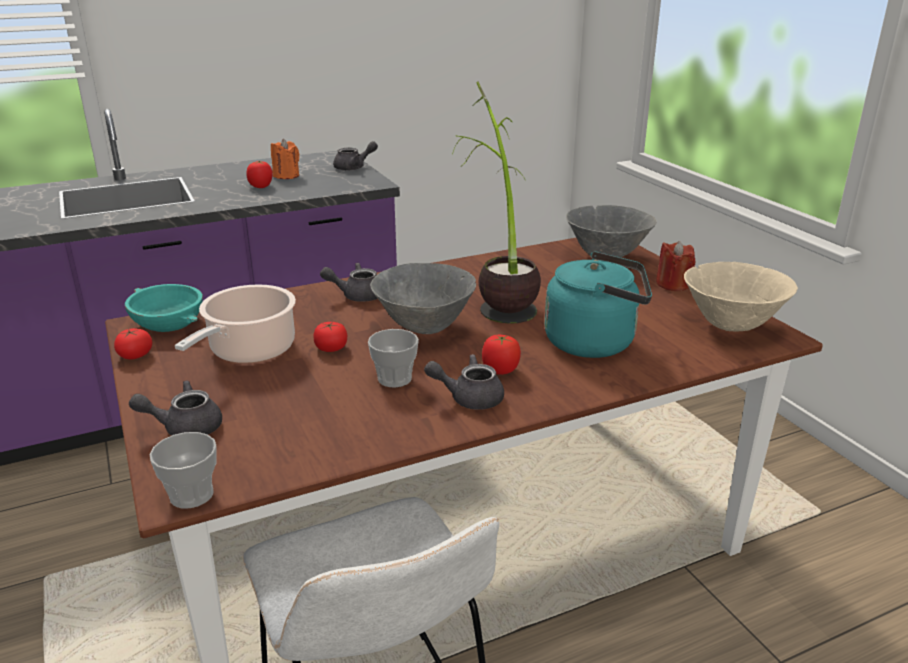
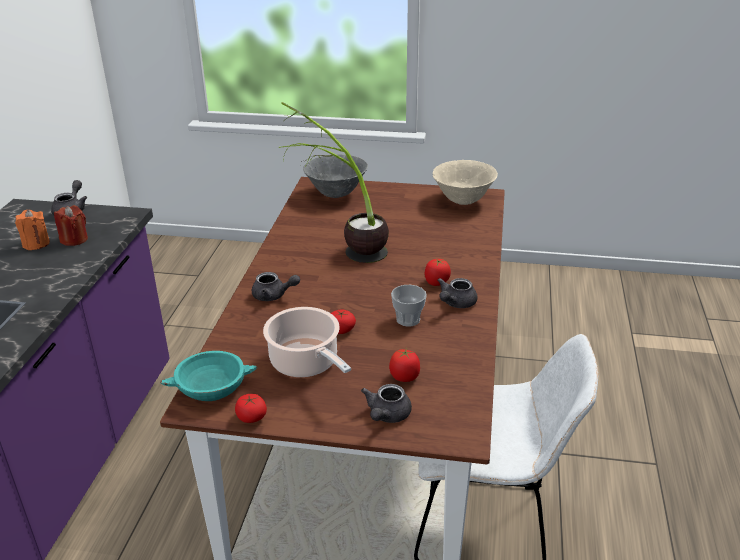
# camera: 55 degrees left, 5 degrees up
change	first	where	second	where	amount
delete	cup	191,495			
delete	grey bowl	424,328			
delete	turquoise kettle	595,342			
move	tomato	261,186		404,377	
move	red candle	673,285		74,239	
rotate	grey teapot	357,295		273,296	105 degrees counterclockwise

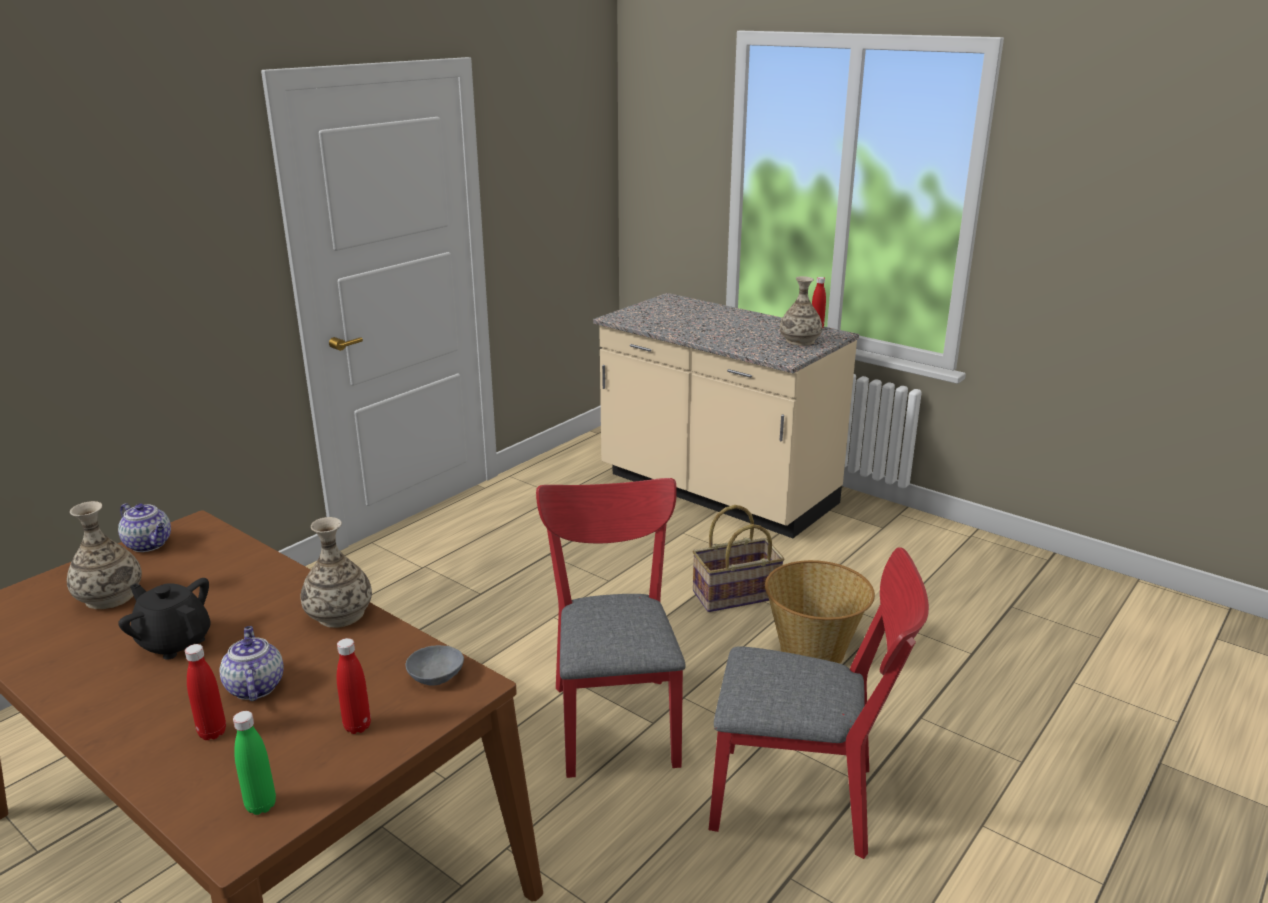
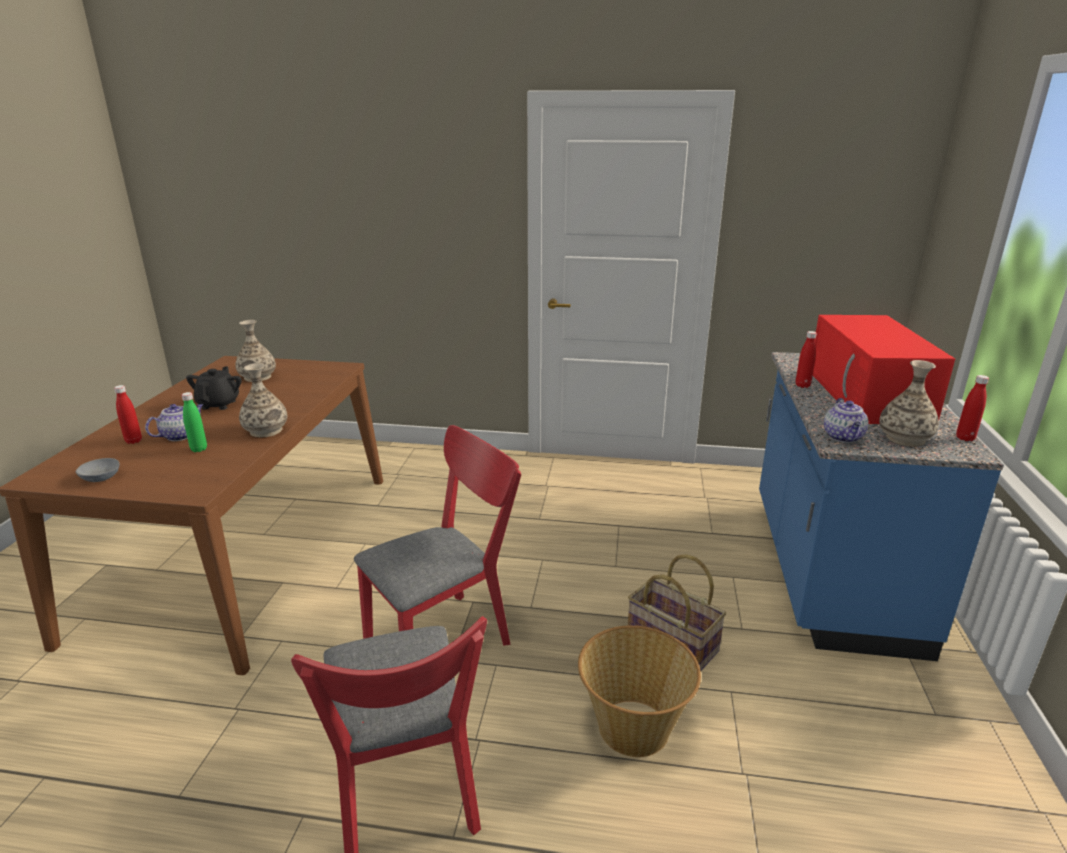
# camera: 60 degrees right, 0 degrees up
change	first	where	second	where	amount
insert			red microwave	869,396	
move	teapot	149,544		843,437	
move	green bottle	261,805		199,449	
move	red bottle	357,726		802,385	
move	grey bowl	437,674		102,477	
recolor	beige counter	716,491	blue counter	829,571	

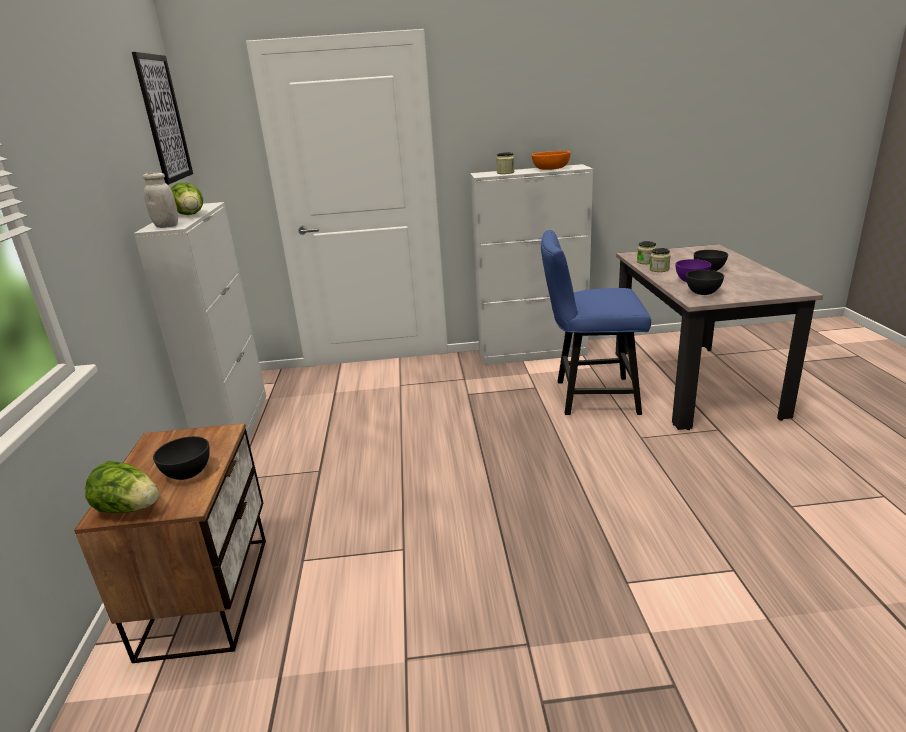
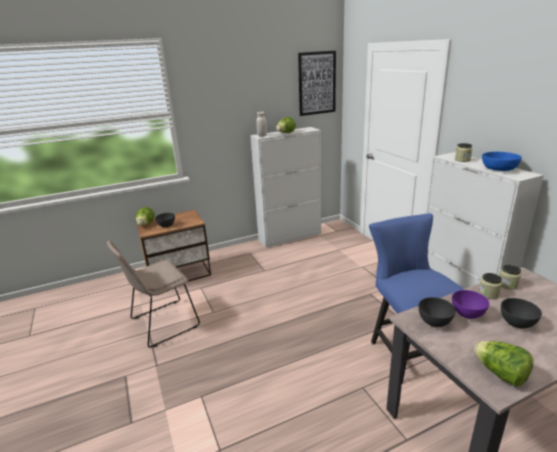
# camera: 70 degrees right, 0 degrees up
change	first	where	second	where	amount
insert			beige chair	162,324	
insert			lettuce	500,374	
recolor	orange bowl	550,168	blue bowl	499,168	

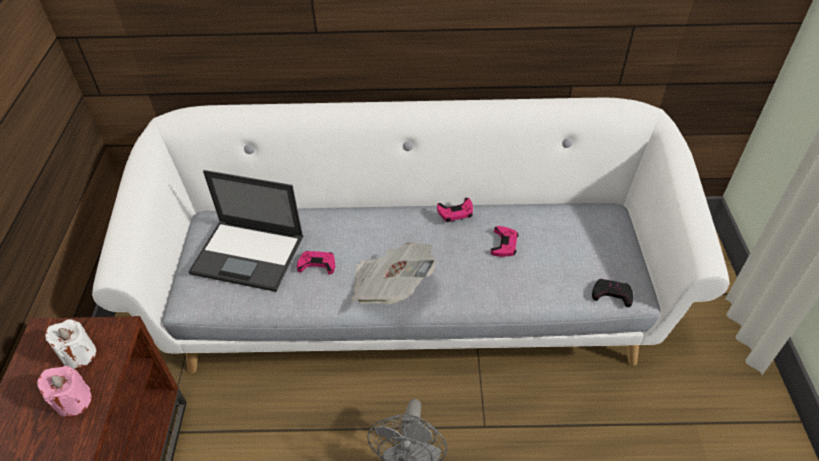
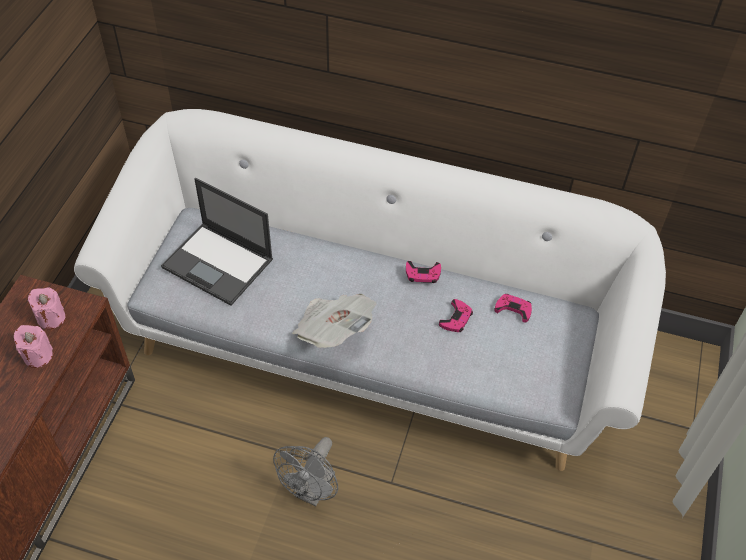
# camera: 15 degrees right, 5 degrees up
change	first	where	second	where	amount
delete	black game controller	612,294			
move	pink game controller	317,264		513,309	
recolor	white candle	79,355	pink candle	51,318	

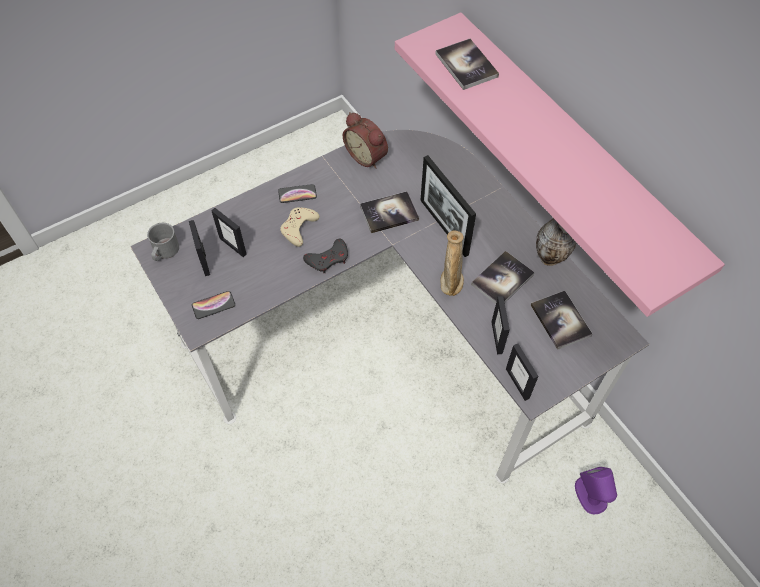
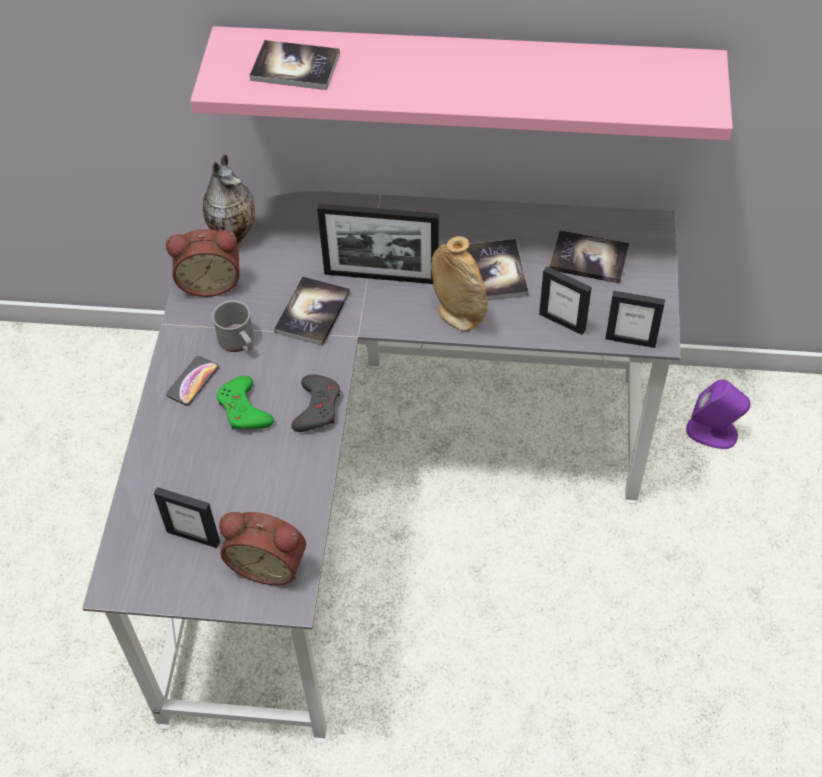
# camera: 50 degrees left, 5 degrees down
change	first	where	second	where	amount
delete	picture frame	233,246			
move	grey mug	164,252		239,342	
move	vase	551,257		234,235	
replace	phone	213,305	alarm clock	269,563	
recolor	beige game controller	299,228	green game controller	244,409	

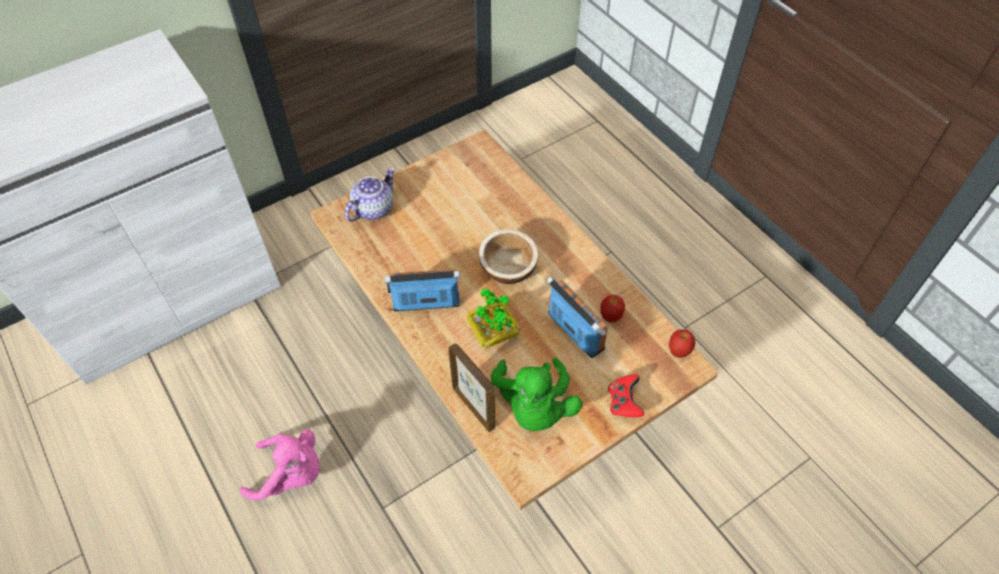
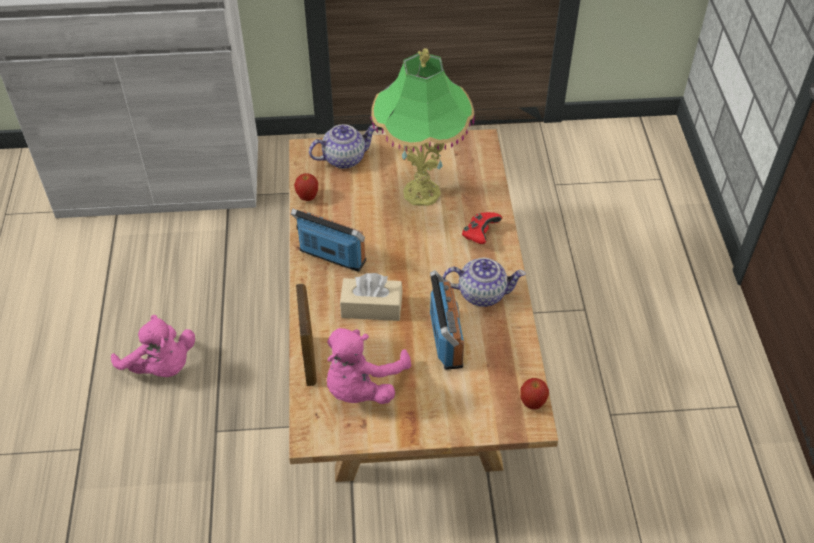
# camera: 30 degrees right, 5 degrees down
change	first	where	second	where	amount
delete	bowl	508,268			
insert			table lamp	421,193	
insert			teapot	482,293	
move	apple	610,317		307,197	
move	red game controller	624,402		480,234	
replace	potted plant	493,333	beige tissue box	371,307	
recolor	green plush toy	534,407	pink plush toy	361,385	

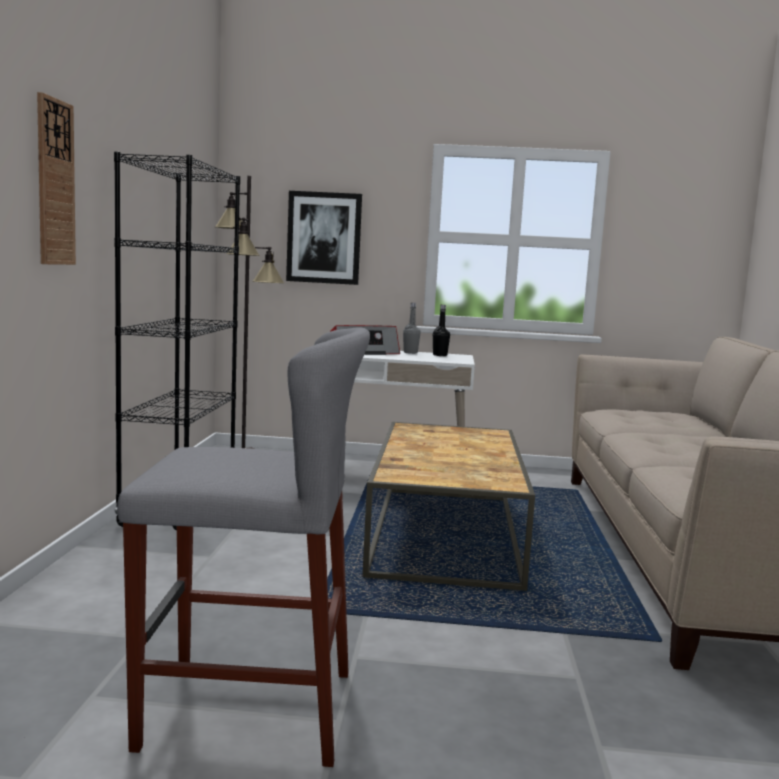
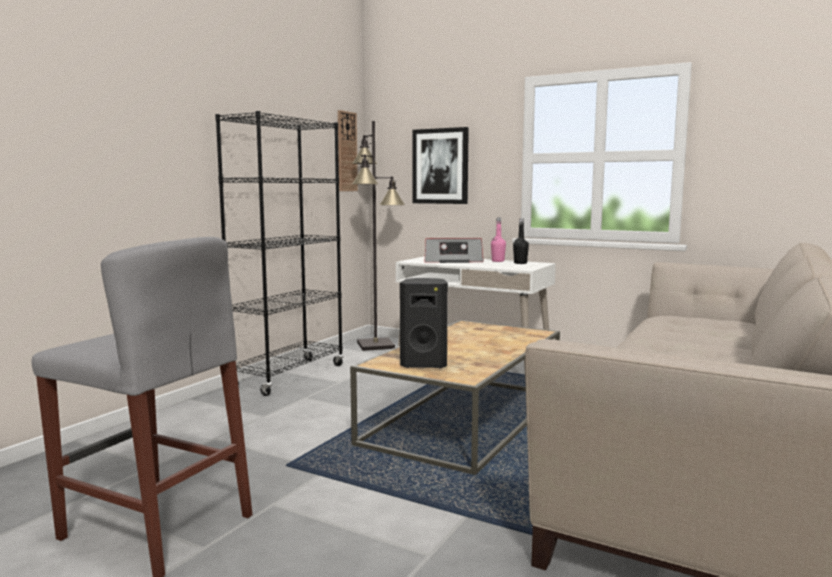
# camera: 25 degrees right, 0 degrees up
change	first	where	second	where	amount
insert			black speaker	424,364	
move	wall clock	55,183		346,151	
recolor	grey bottle	410,352	pink bottle	498,261	

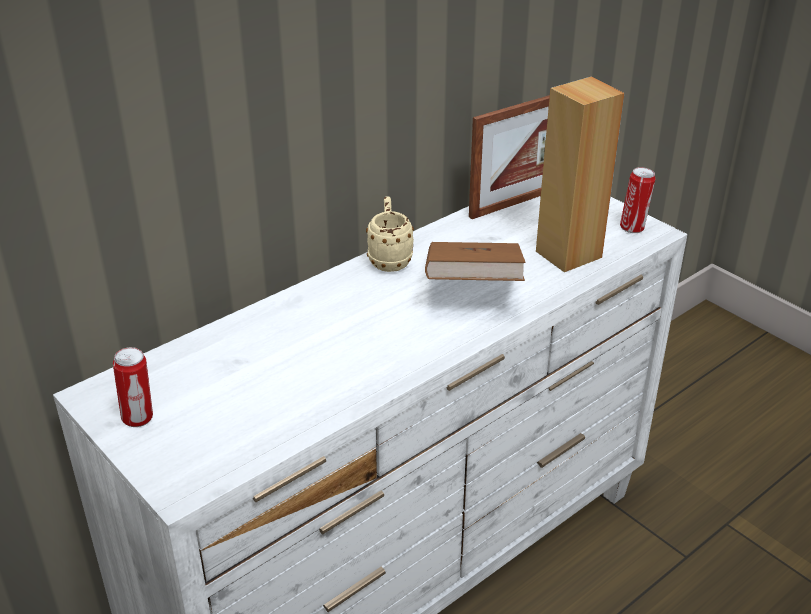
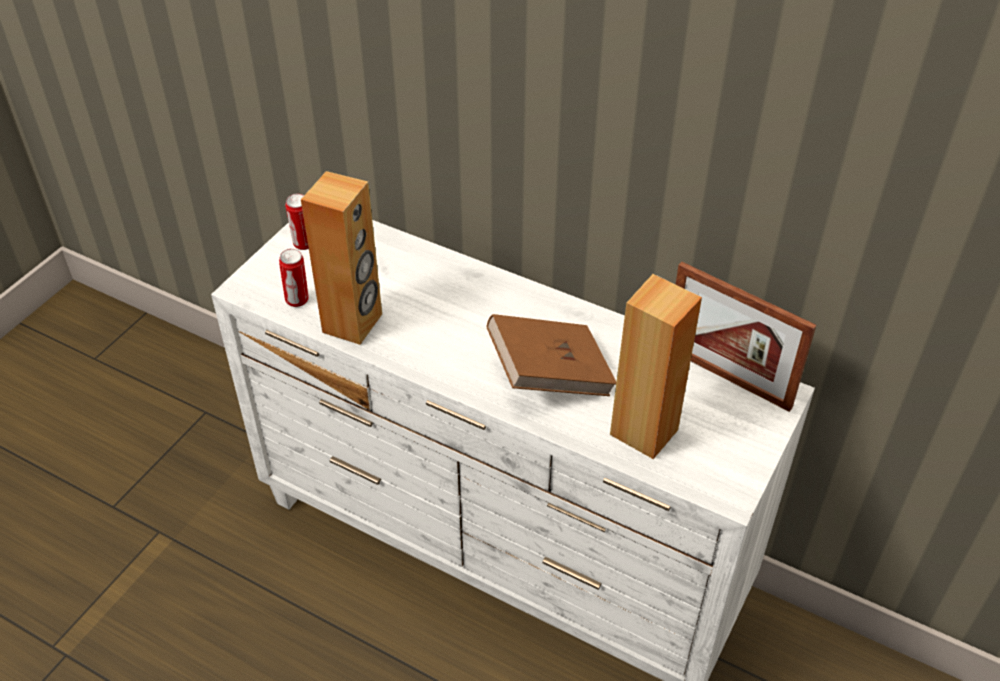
# camera: 70 degrees right, 10 degrees up
change	first	where	second	where	amount
delete	beige mug	389,259			
insert			brown speaker	353,323	
move	can	633,228		297,300	

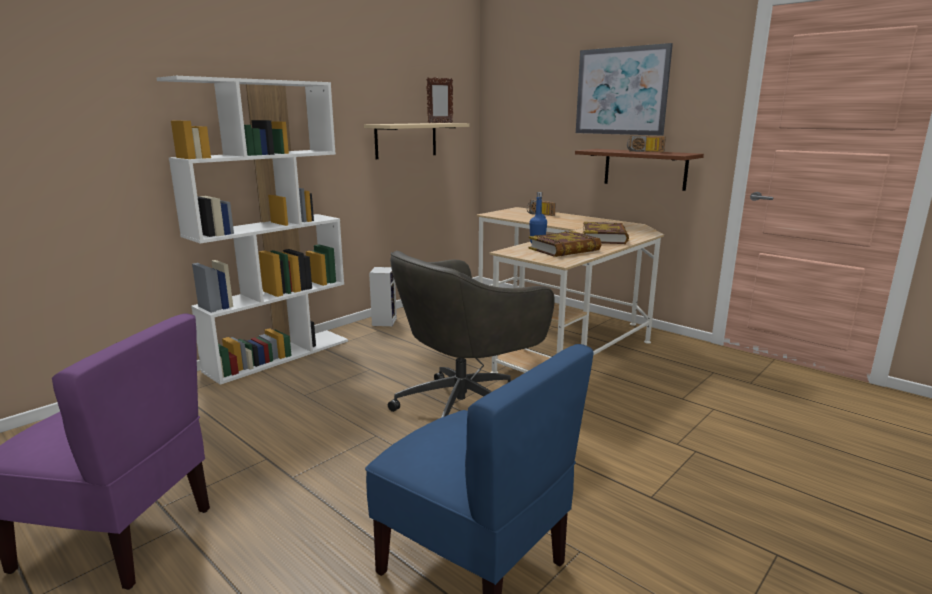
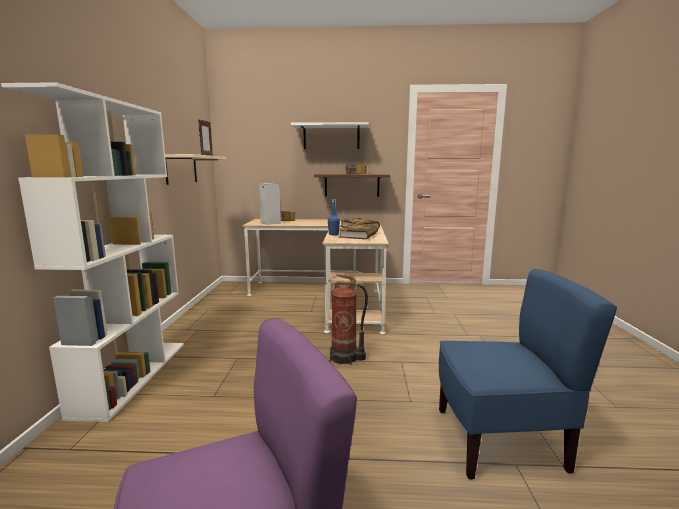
# camera: 40 degrees left, 5 degrees down
change	first	where	second	where	amount
move	speaker	384,321		269,223	
replace	grey office chair	465,408	fire extinguisher	345,358	
replace	picture	621,91	white shelf	331,137	

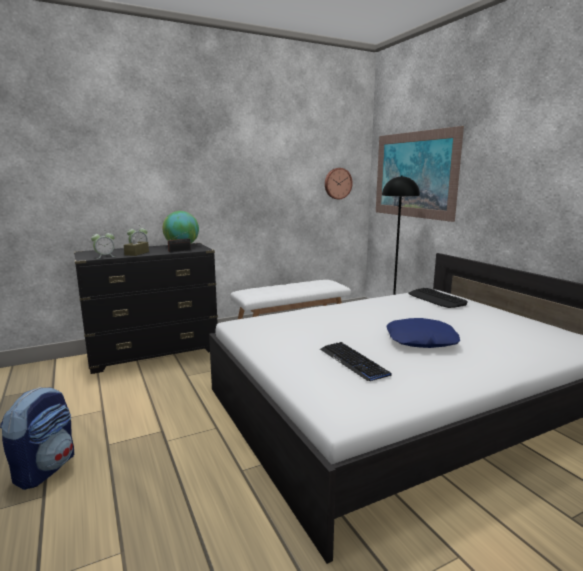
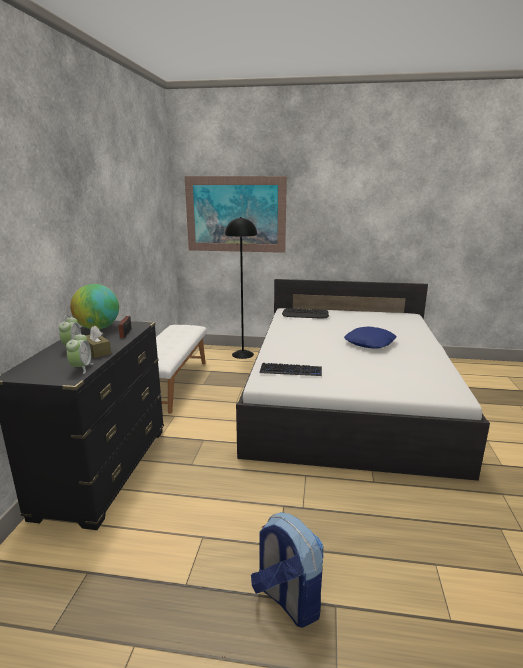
# camera: 55 degrees left, 5 degrees up
change	first	where	second	where	amount
delete	wall clock	337,183			
move	keyboard	353,362		291,371	

